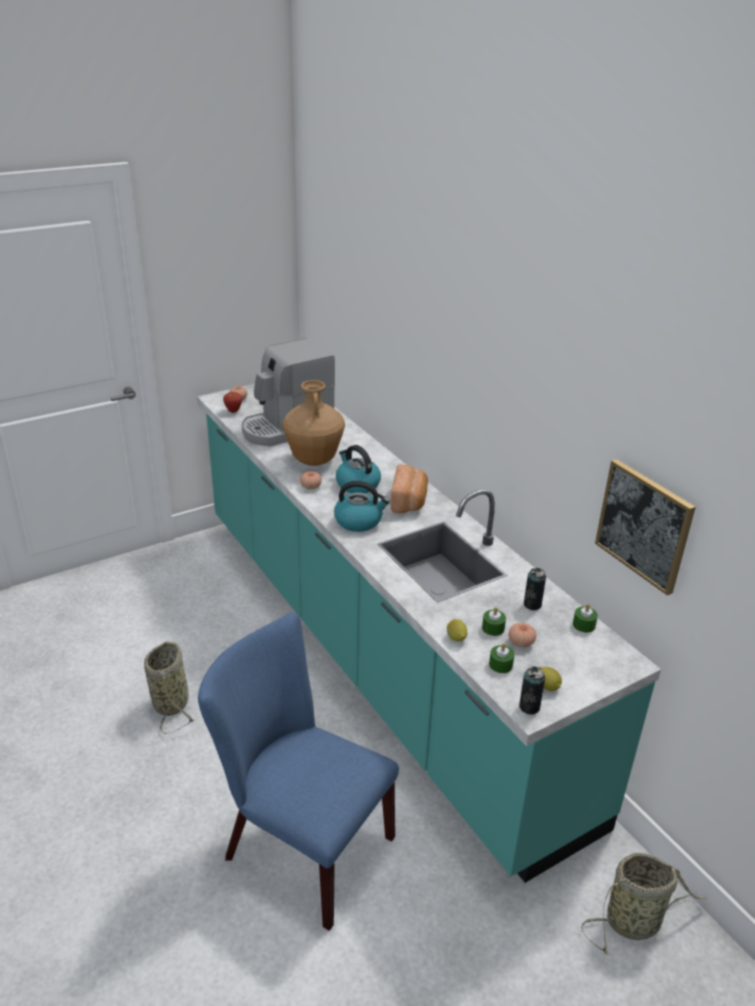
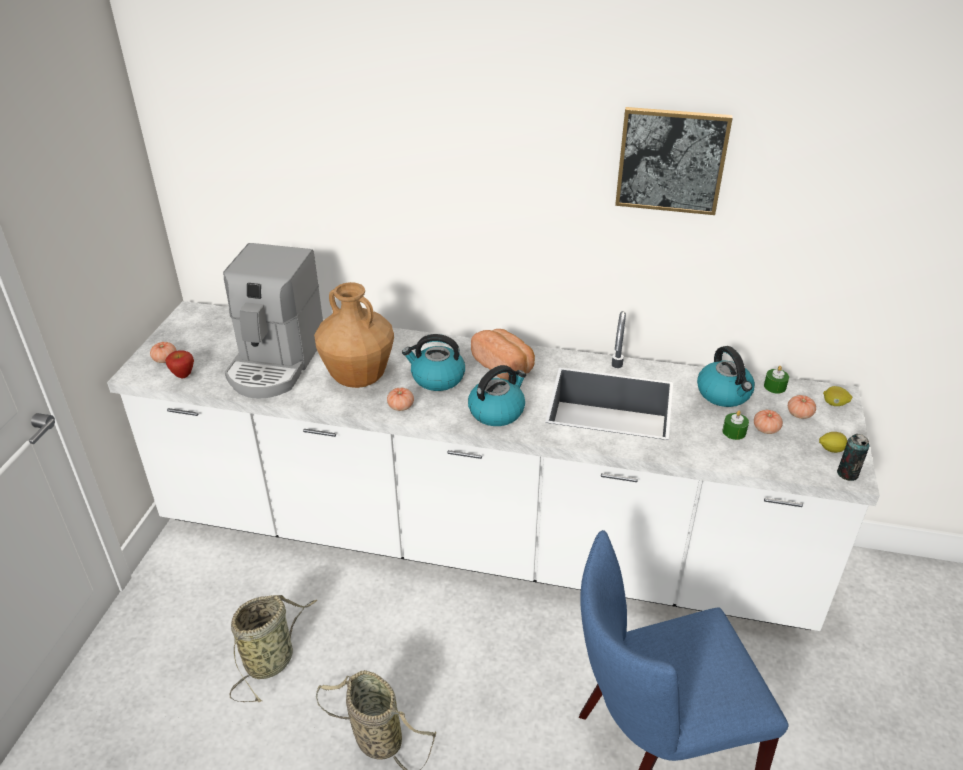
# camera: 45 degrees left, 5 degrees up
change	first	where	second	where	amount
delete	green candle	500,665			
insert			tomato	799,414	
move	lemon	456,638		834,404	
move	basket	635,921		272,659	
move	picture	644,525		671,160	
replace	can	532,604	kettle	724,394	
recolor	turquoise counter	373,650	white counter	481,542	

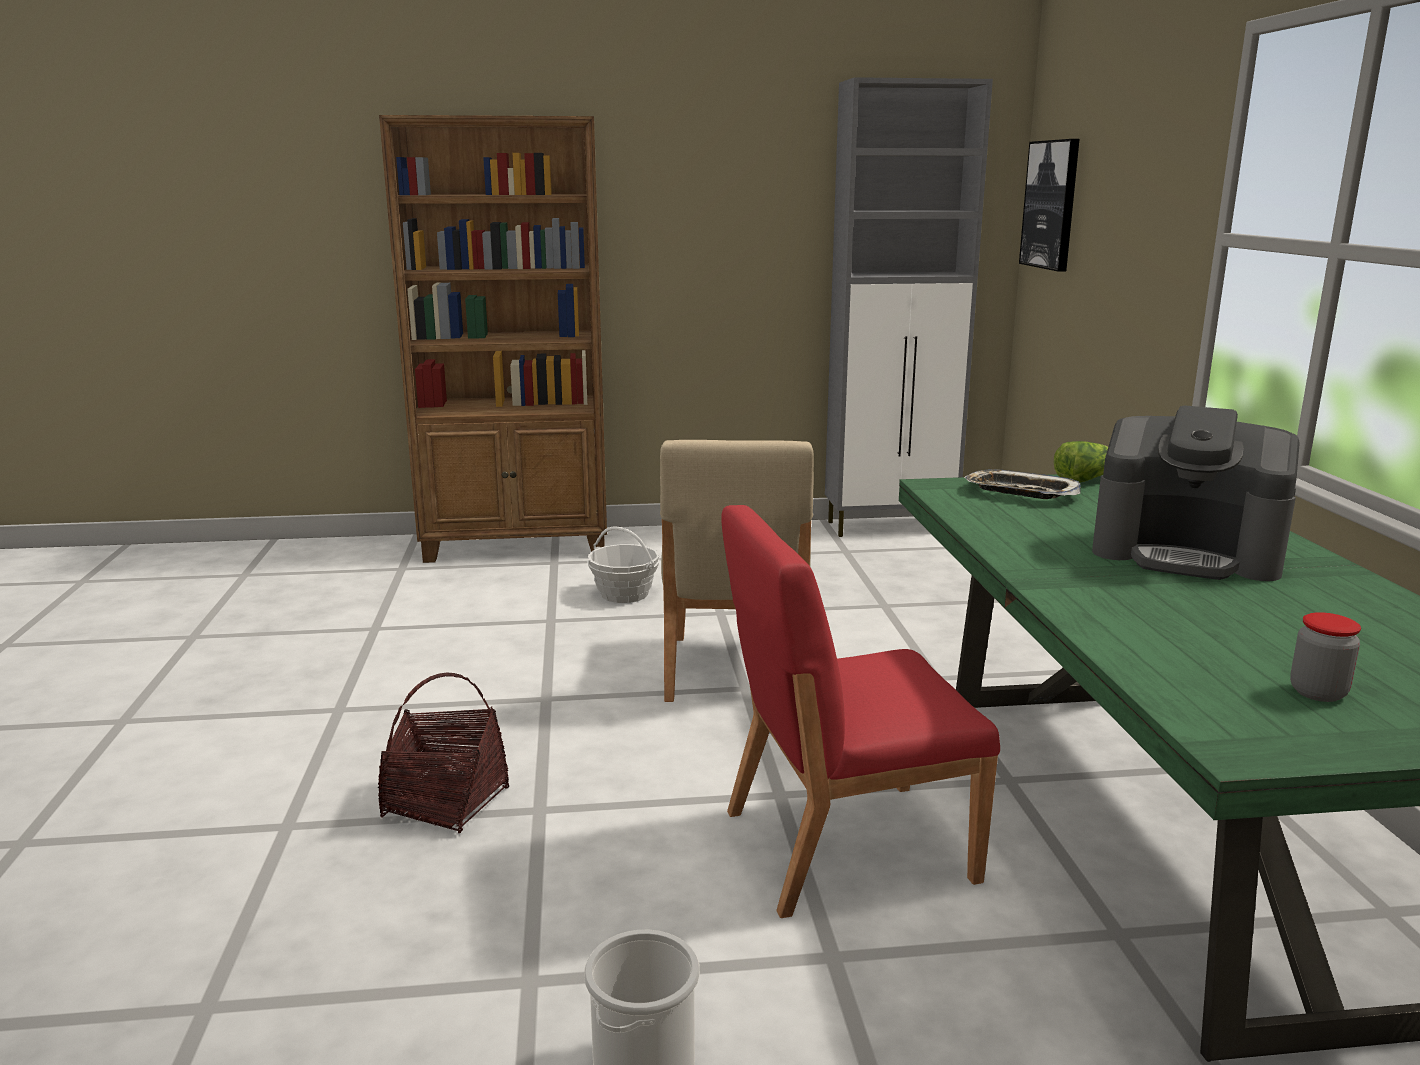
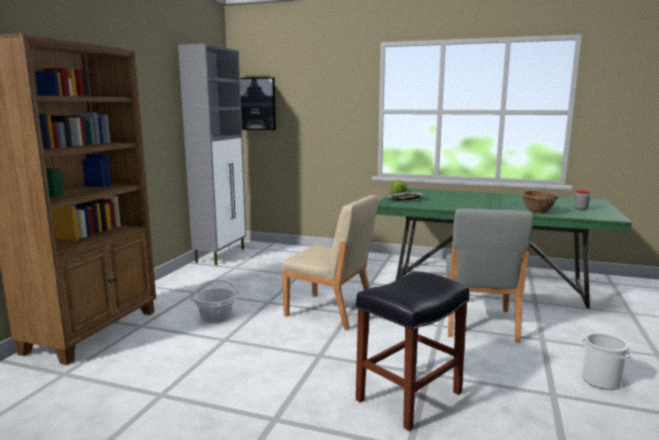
# camera: 65 degrees left, 5 degrees down
change	first	where	second	where	amount
delete	coffee machine	1187,553			
insert			brown bowl	538,212	
replace	basket	447,802	black stool	409,395	
recolor	red chair	844,845	grey chair	478,323	

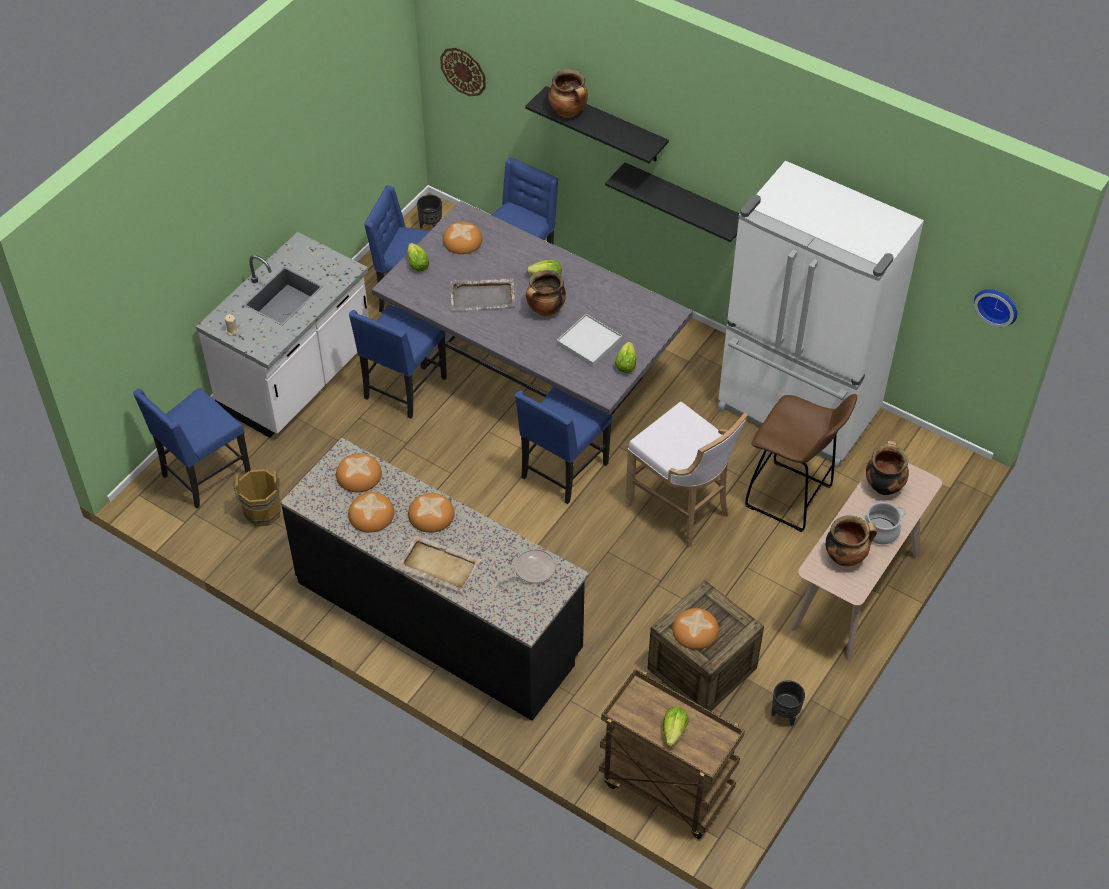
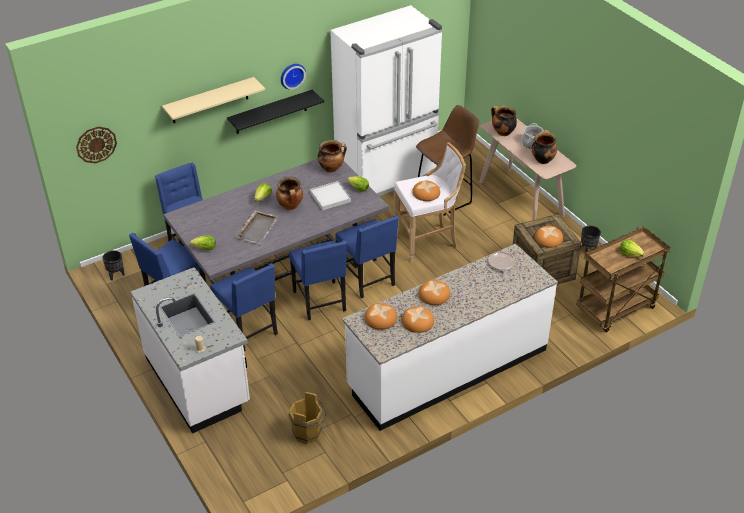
# camera: 65 degrees left, 10 degrees down
change	first	where	second	where	amount
delete	beige tray	438,565			
move	blue chair	204,475		321,302	
move	bread	462,241		426,193	
move	cooking pot	569,112		332,168	
move	wall clock	997,305		292,75	
recolor	black counter	439,617	white counter	447,368	
recolor	black shelf	606,125	beige shelf	210,100	

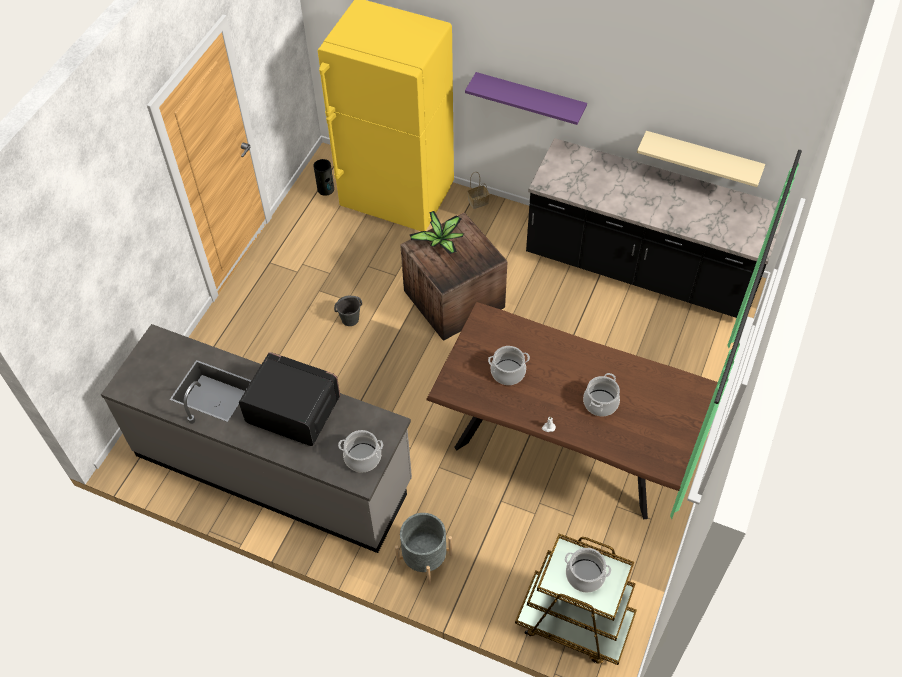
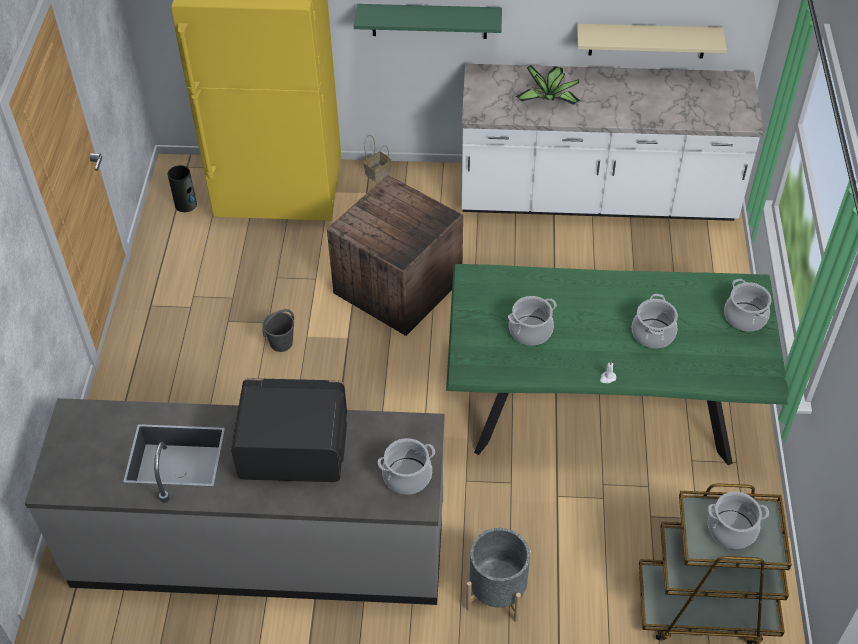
# camera: 20 degrees left, 5 degrees down
change	first	where	second	where	amount
insert			cooking pot	745,317	
move	potted plant	441,241		549,98	
recolor	brown dining table	564,443	green dining table	600,409	
recolor	purple shelf	530,99	green shelf	429,21	
recolor	black counter	640,271	white counter	596,199	

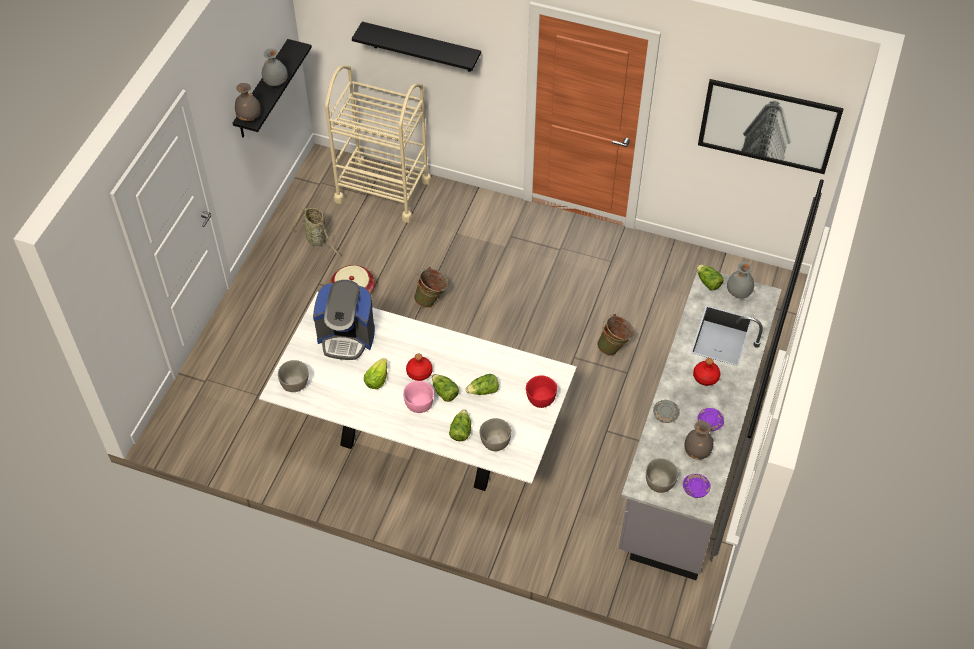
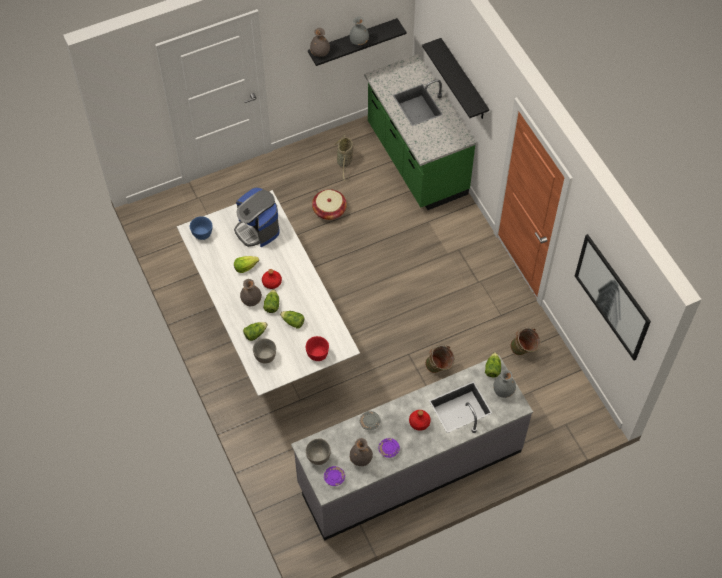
# camera: 45 degrees right, 5 degrees up
change	first	where	second	where	amount
move	green bucket	432,300		524,351	
replace	beige cart	383,190	green counter	415,160	
replace	pink bowl	419,404	grey vase	251,300	
recolor	grey bowl	295,384	blue bowl	202,234	

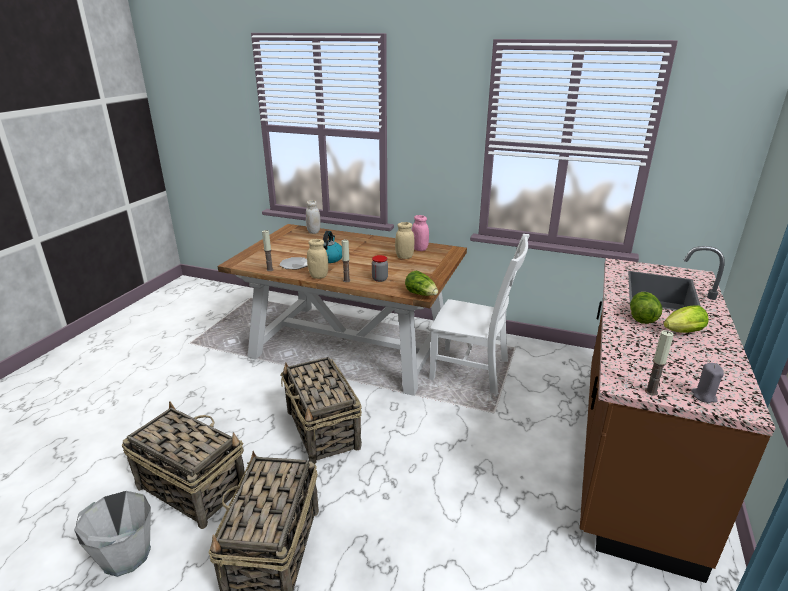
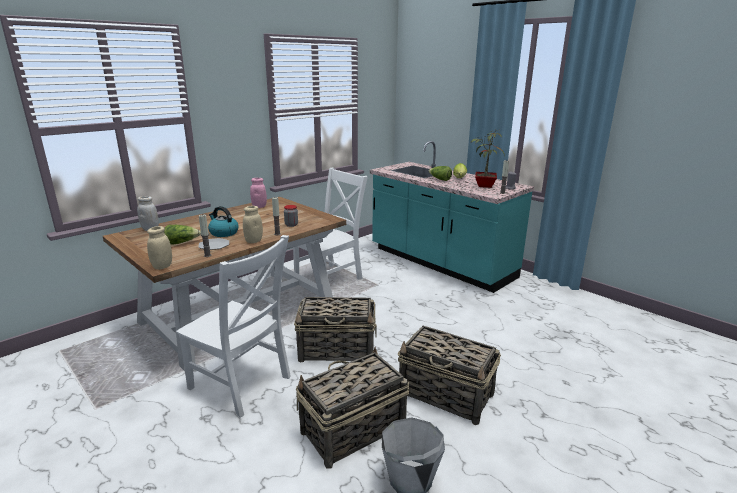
# camera: 65 degrees left, 5 degrees down
change	first	where	second	where	amount
insert			white chair	242,384	
insert			potted plant	483,186	
move	beige jar	404,257		162,266	
move	lettuce	421,294		182,242	
recolor	brown counter	631,455	turquoise counter	440,263	

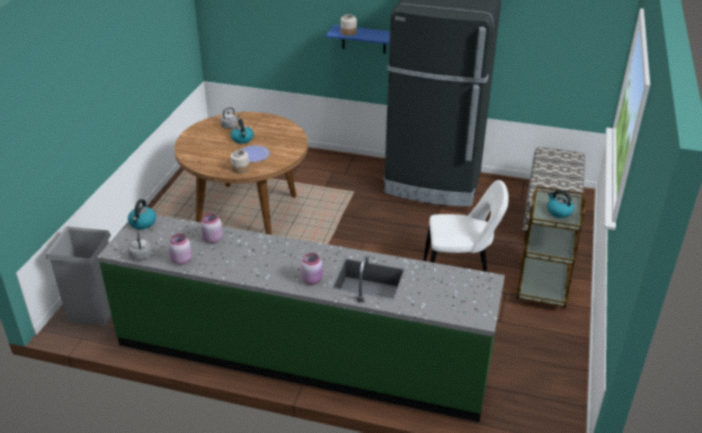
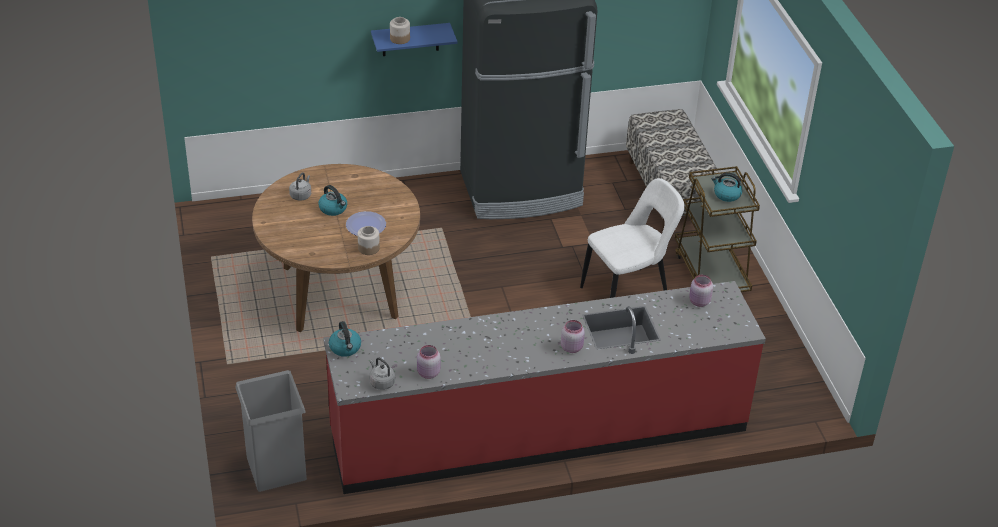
# camera: 30 degrees left, 5 degrees up
change	first	where	second	where	amount
move	pink jar	212,239		699,302	
recolor	green counter	302,355	red counter	539,431	

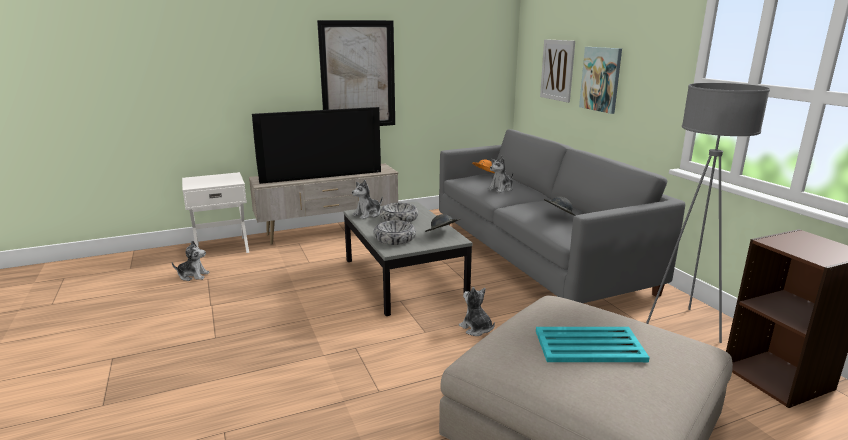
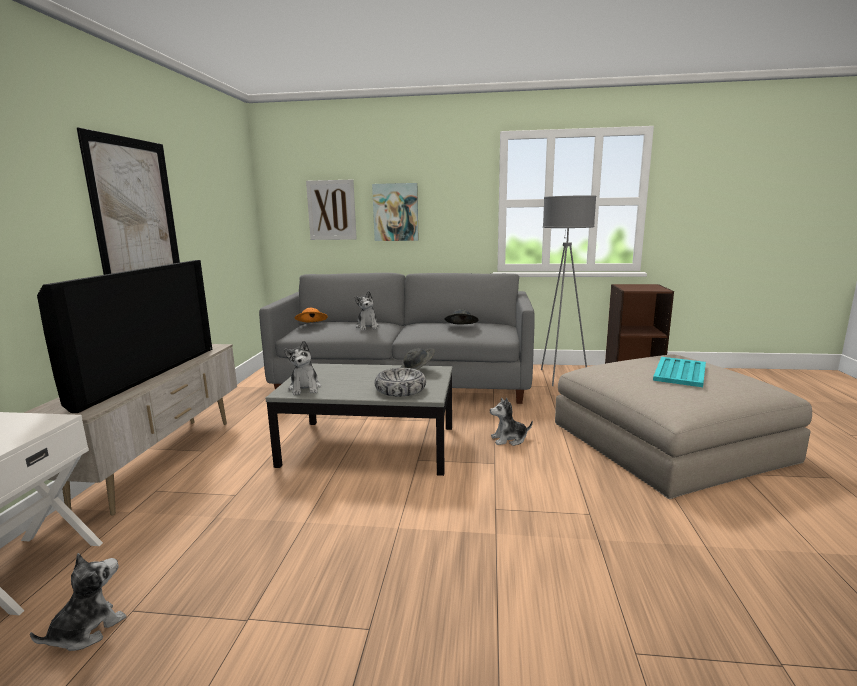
# camera: 60 degrees left, 5 degrees down
change	first	where	second	where	amount
delete	bowl	399,219			

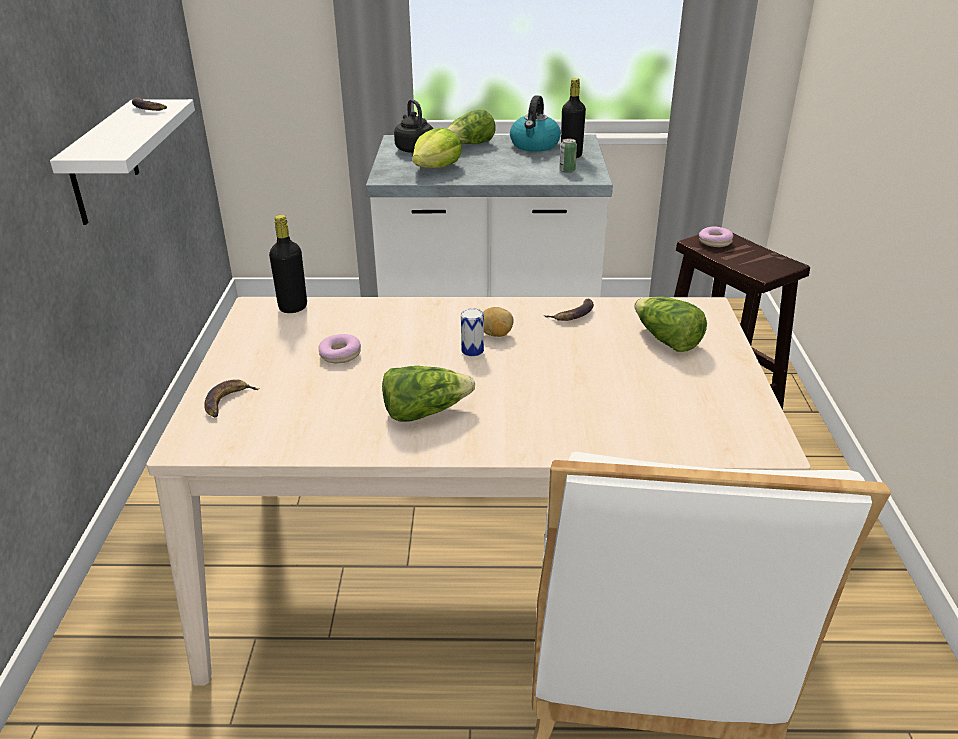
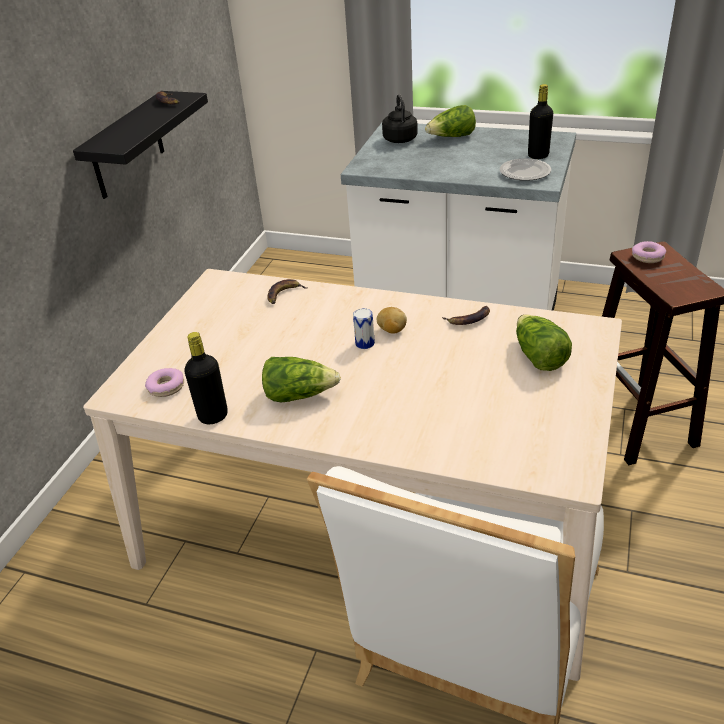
# camera: 20 degrees right, 5 degrees up
change	first	where	second	where	amount
delete	lettuce	436,168			
delete	kettle	535,145			
move	banana	227,402		284,294	
move	black bottle	293,307		213,416	
move	donut	340,355		166,387	
replace	can	567,170	plate	525,172	
recolor	white shelf	103,162	black shelf	127,146	

